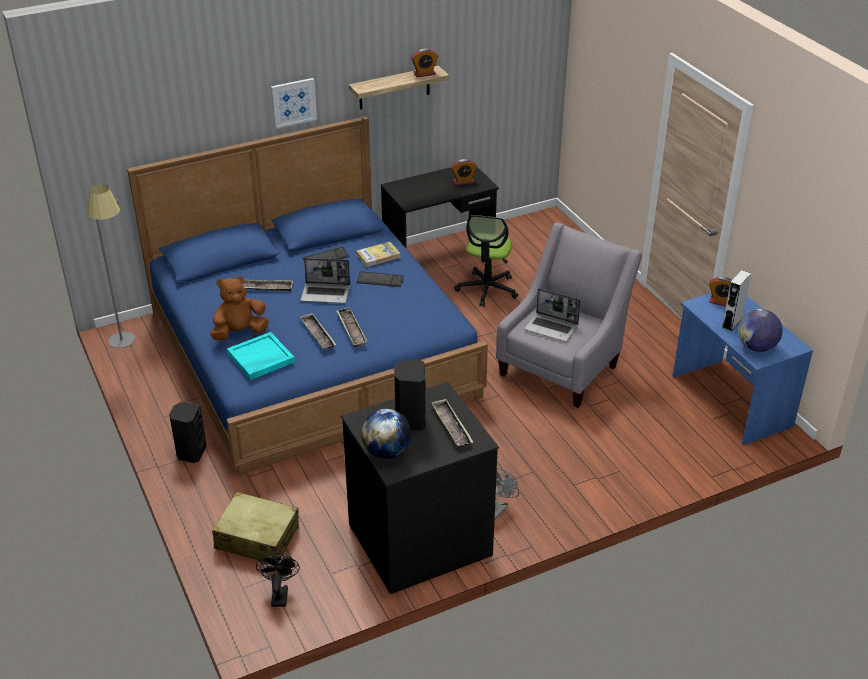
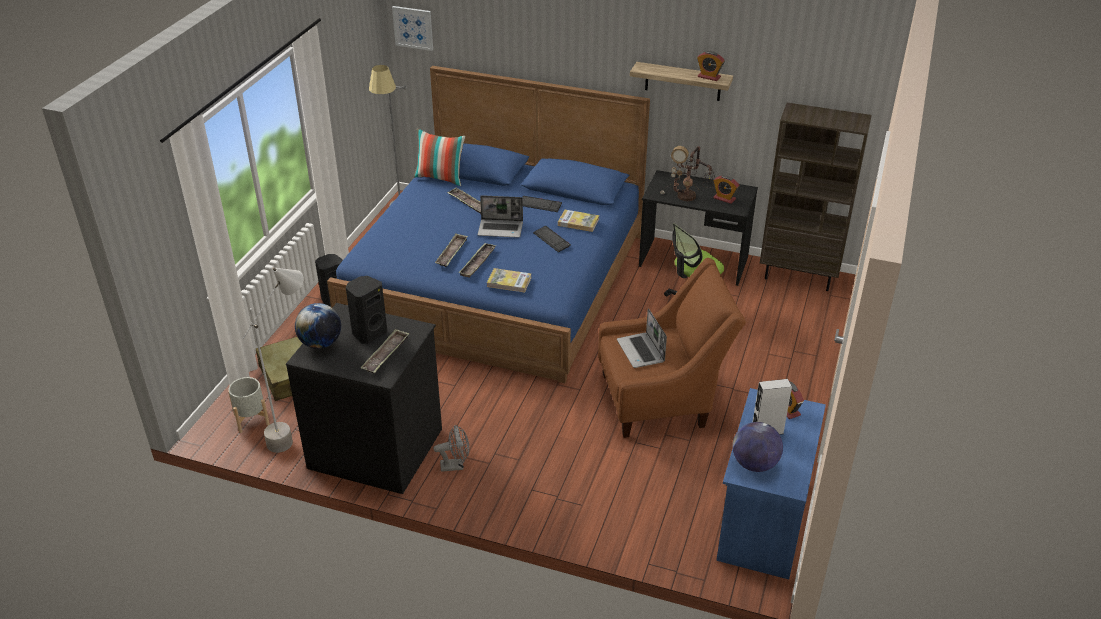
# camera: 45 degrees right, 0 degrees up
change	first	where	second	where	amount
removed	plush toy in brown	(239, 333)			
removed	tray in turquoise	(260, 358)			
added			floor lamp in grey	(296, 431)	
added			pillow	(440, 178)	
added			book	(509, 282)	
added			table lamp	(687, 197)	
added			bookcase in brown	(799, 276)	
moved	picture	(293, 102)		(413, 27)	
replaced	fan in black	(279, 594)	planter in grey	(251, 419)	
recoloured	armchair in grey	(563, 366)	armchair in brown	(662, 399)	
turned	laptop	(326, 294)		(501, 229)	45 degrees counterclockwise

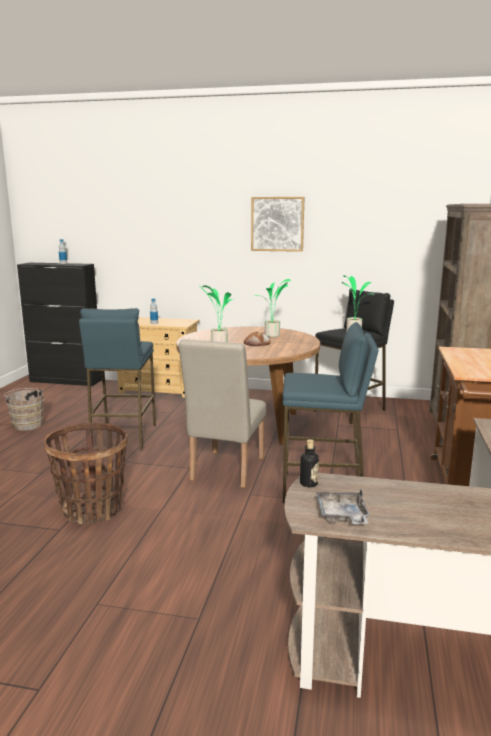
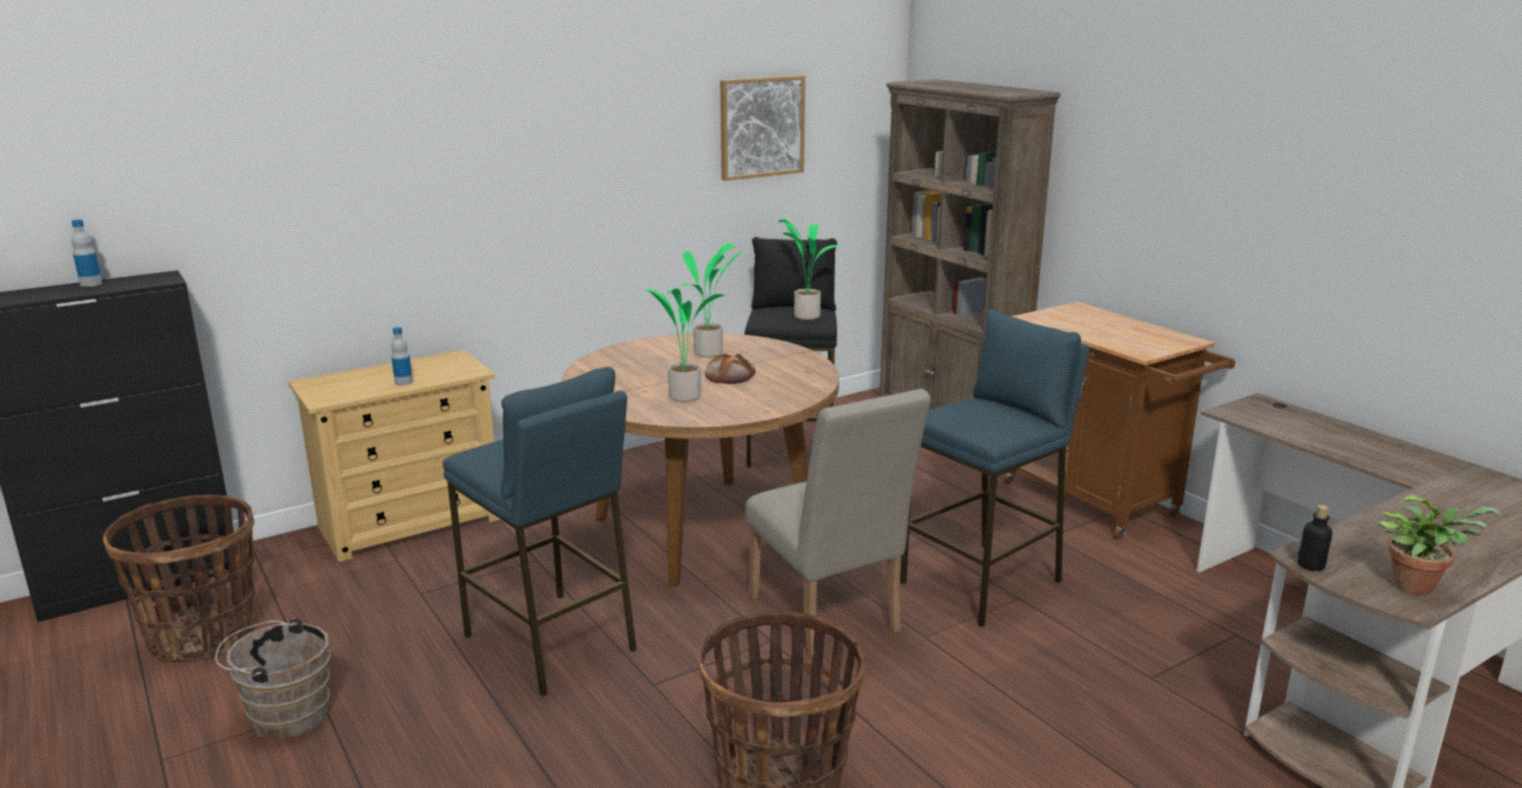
# camera: 45 degrees left, 5 degrees up
change	first	where	second	where	amount
added			basket	(203, 636)	
moved	picture	(277, 224)		(761, 127)	
replaced	tray in grey	(342, 516)	potted plant	(1417, 585)	

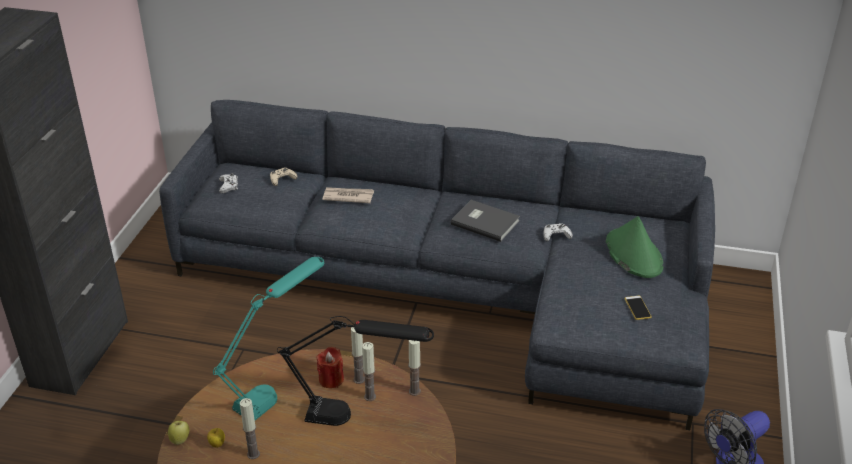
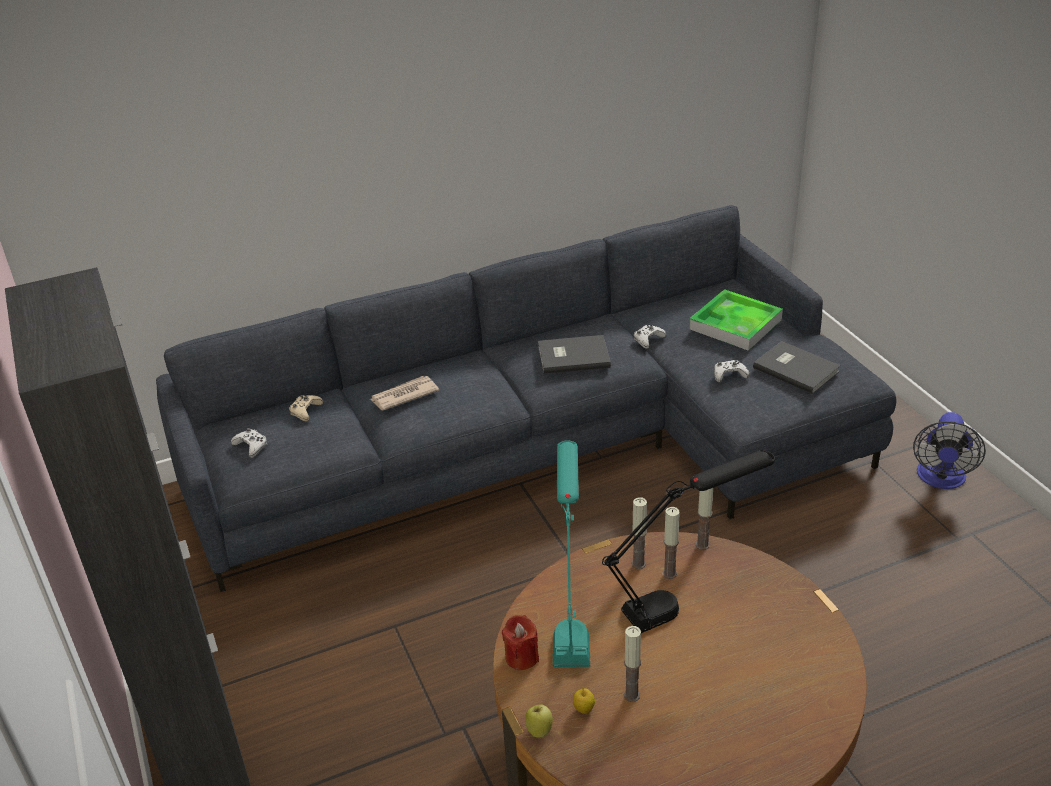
# camera: 35 degrees left, 0 degrees up
change	first	where	second	where	amount
added			game controller in white	(729, 375)	
moved	candle in red	(331, 379)		(521, 657)	
replaced	hat in green	(633, 254)	tray	(735, 324)	
replaced	phone	(637, 308)	book in grey	(796, 368)	

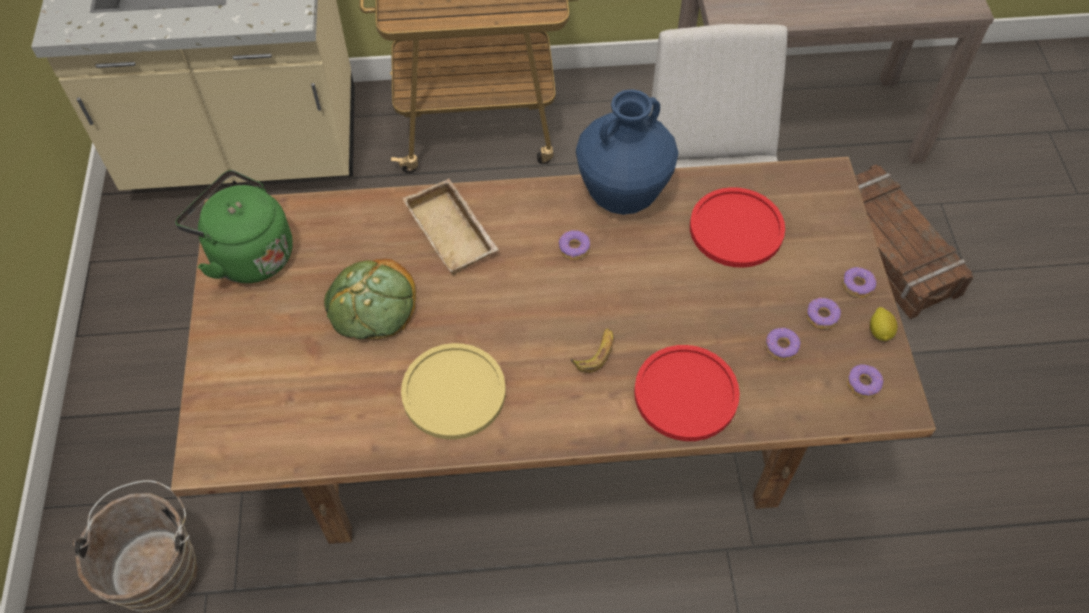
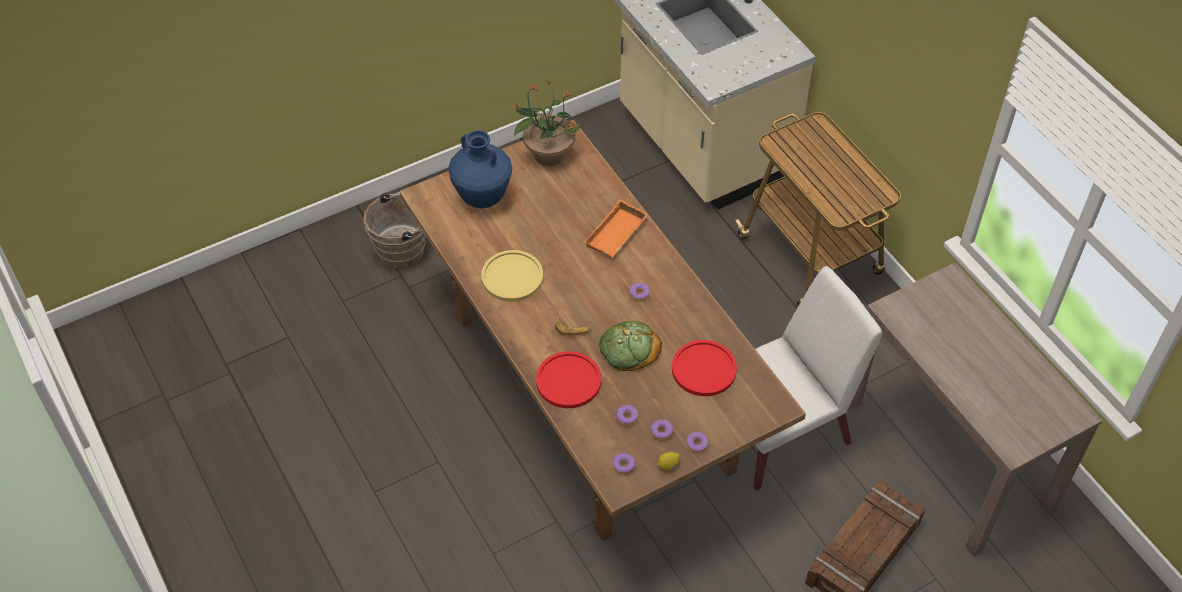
# camera: 65 degrees right, 5 degrees down
change	first	where	second	where	amount
moved	bread	(372, 304)		(629, 348)	
moved	vase in blue	(621, 196)		(482, 197)	
replaced	kettle in green	(248, 254)	potted plant	(548, 154)	
recoloured	tray in beige	(454, 232)	tray in orange	(617, 235)	

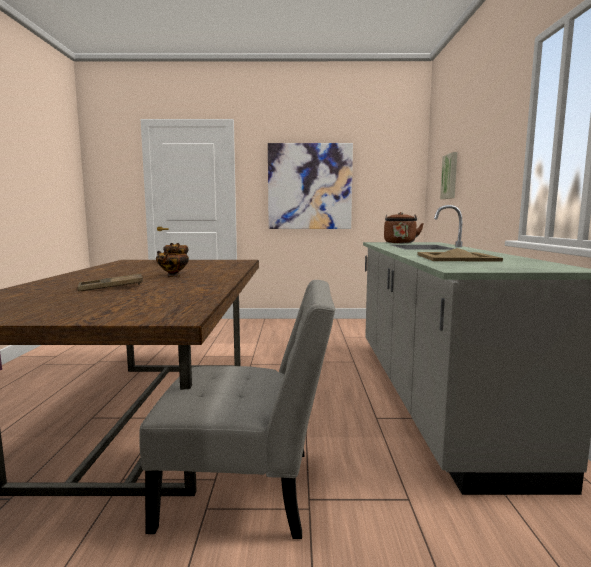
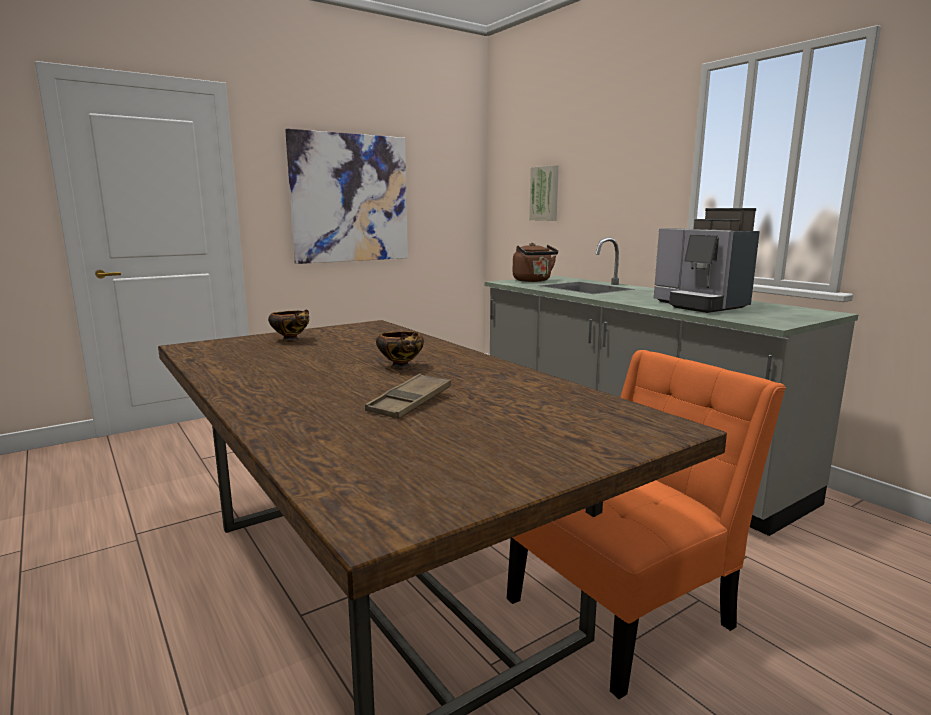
# camera: 35 degrees left, 5 degrees up
change	first	where	second	where	amount
replaced	tray in beige	(457, 258)	coffee machine	(700, 305)	
recoloured	chair in grey	(248, 489)	chair in orange	(627, 609)	

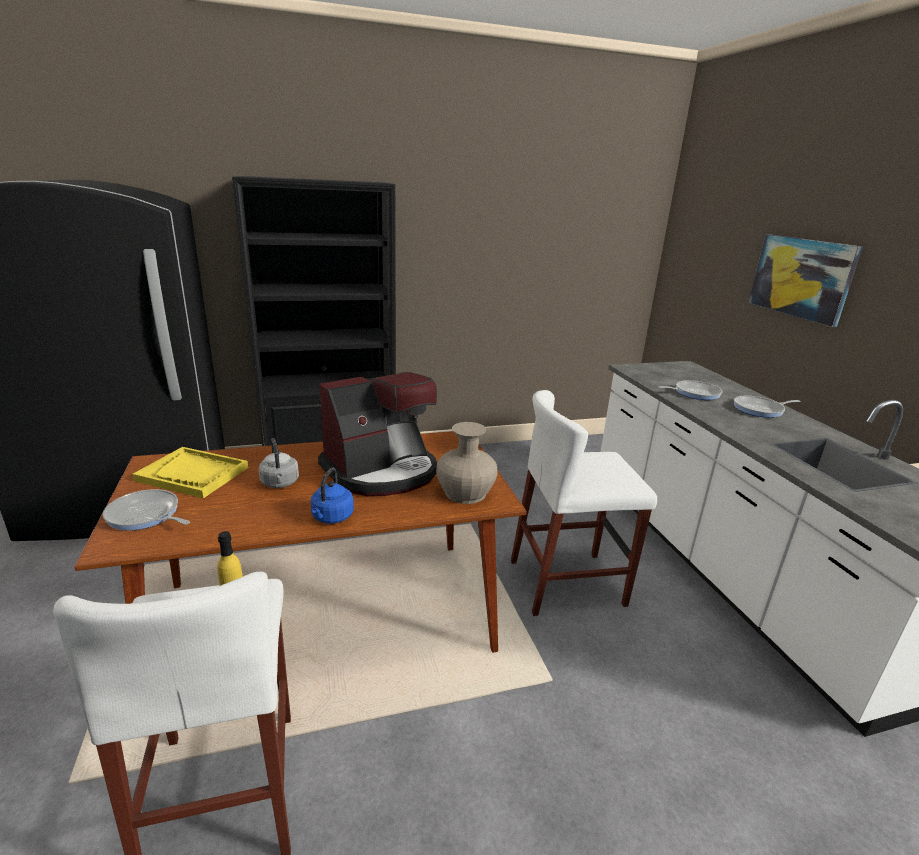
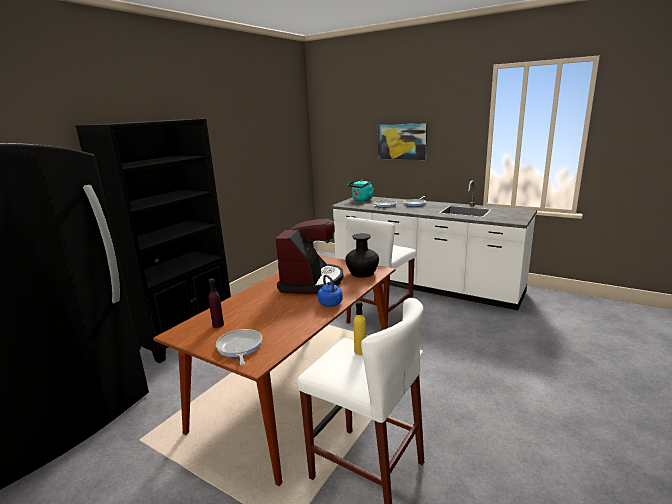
# camera: 40 degrees left, 5 degrees down
change	first	where	second	where	amount
removed	kettle in grey	(280, 483)			
added			kettle in turquoise	(361, 200)	
replaced	tray in yellow	(193, 474)	bottle in purple	(218, 325)	
recoloured	vase in beige	(465, 492)	vase in black	(362, 273)	
turned	frying pan	(145, 515)		(239, 347)	90 degrees clockwise

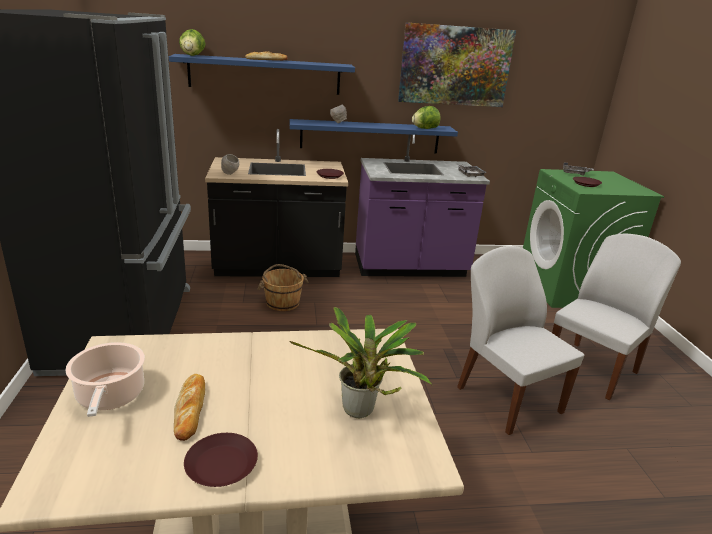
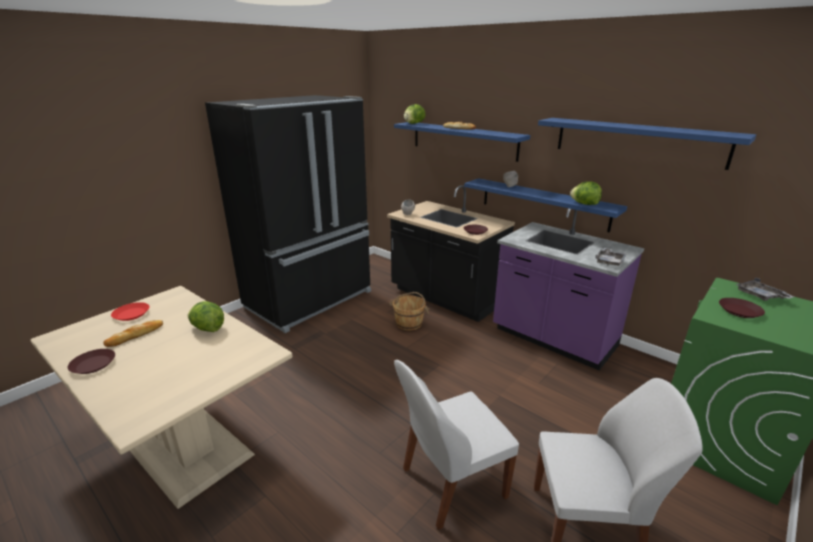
# camera: 50 degrees right, 0 degrees up
change	first	where	second	where	amount
removed	potted plant	(360, 413)			
added			lettuce	(208, 329)	
replaced	cooking pot	(110, 397)	plate in red	(131, 314)	
replaced	picture	(455, 66)	shelf in blue	(637, 141)	
turned	chair in white	(507, 398)		(450, 484)	135 degrees counterclockwise

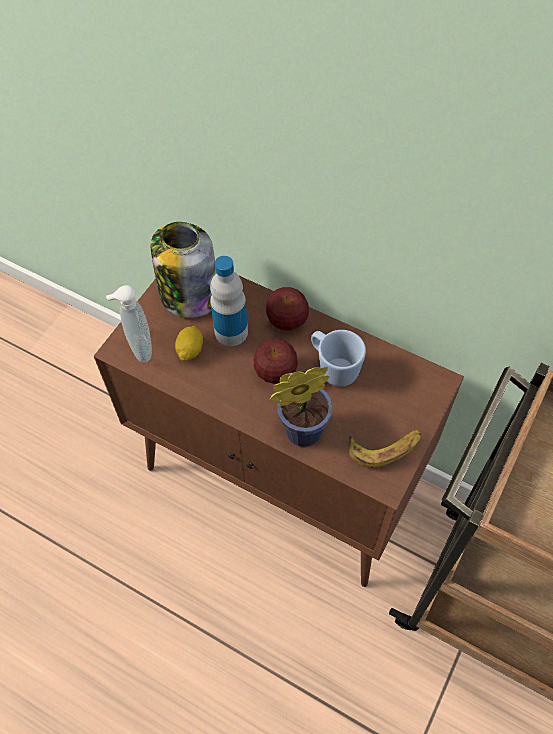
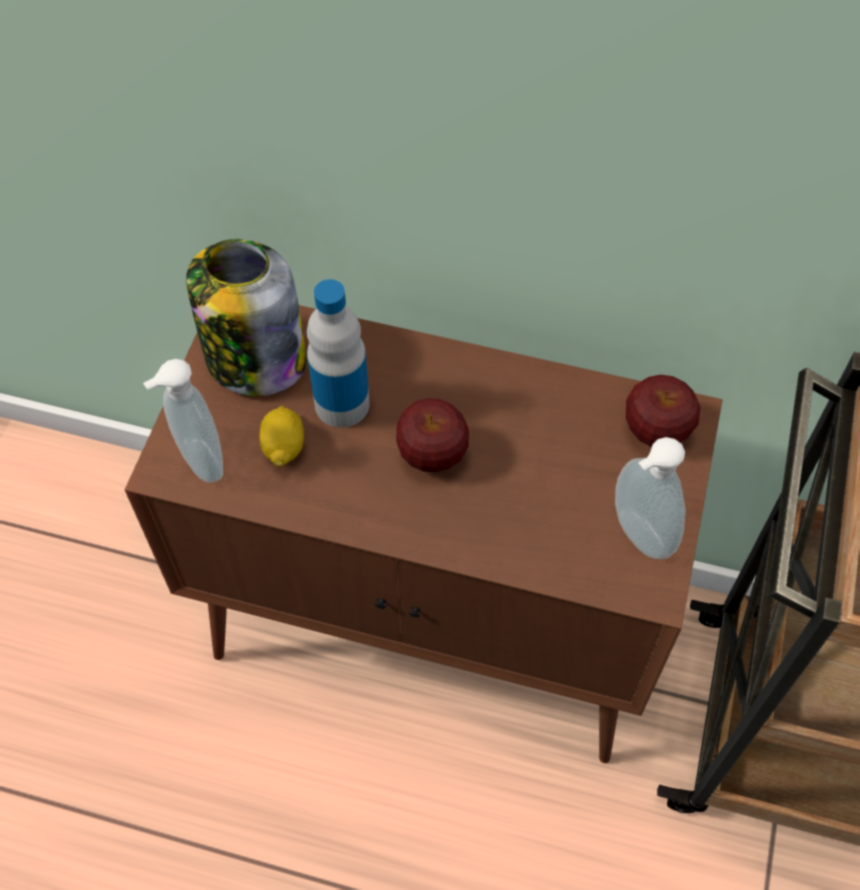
# camera: 15 degrees left, 0 degrees up
change	first	where	second	where	amount
removed	potted plant	(298, 432)			
removed	mug in blue	(333, 367)			
moved	apple	(287, 321)		(656, 430)	
replaced	banana	(385, 448)	soap dispenser	(637, 536)	

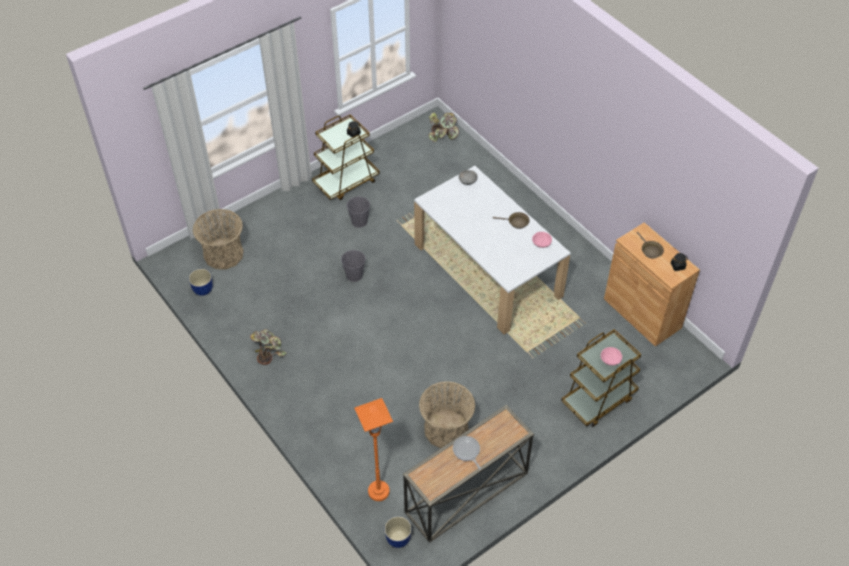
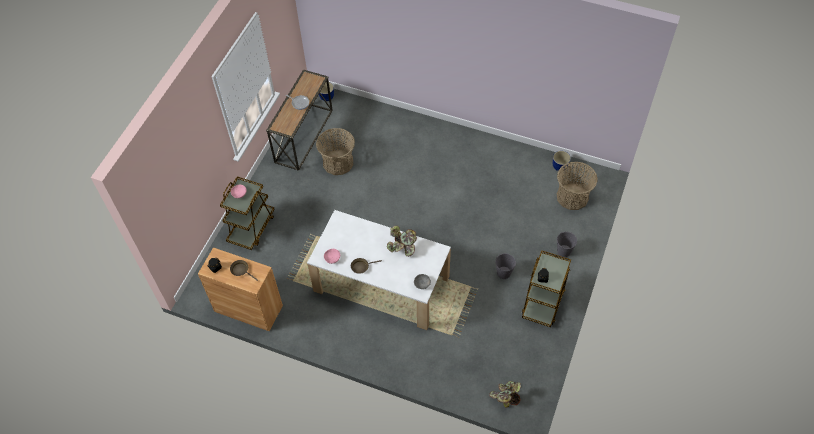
# camera: 150 degrees right, 5 degrees up
change	first	where	second	where	amount
removed	floor lamp in orange	(378, 491)			
moved	potted plant	(268, 351)		(403, 247)	
moved	bucket in grey	(354, 275)		(564, 251)	

